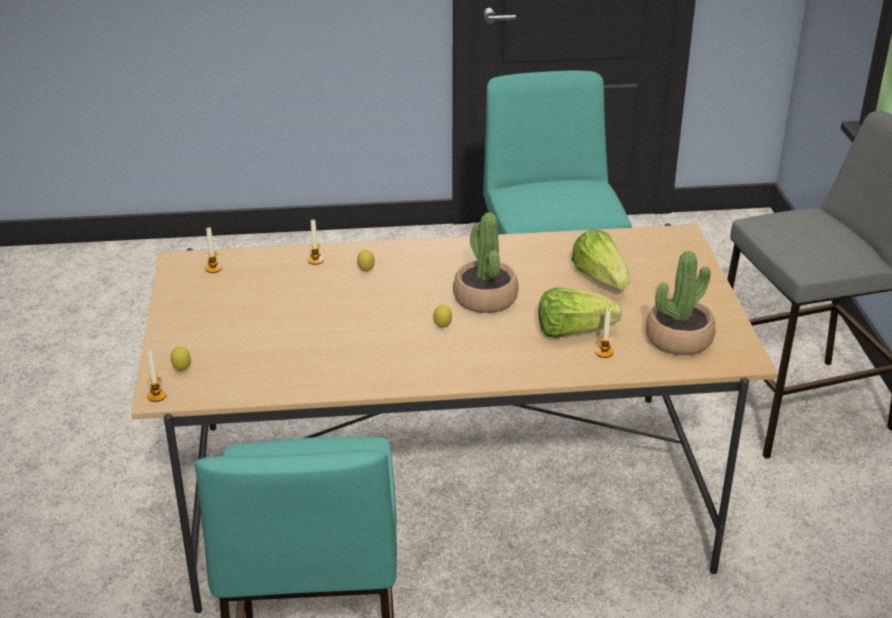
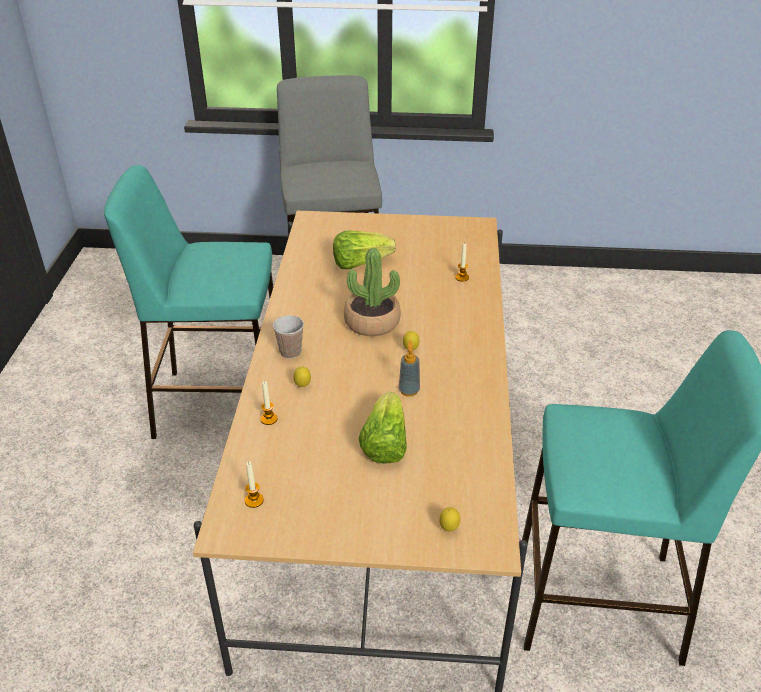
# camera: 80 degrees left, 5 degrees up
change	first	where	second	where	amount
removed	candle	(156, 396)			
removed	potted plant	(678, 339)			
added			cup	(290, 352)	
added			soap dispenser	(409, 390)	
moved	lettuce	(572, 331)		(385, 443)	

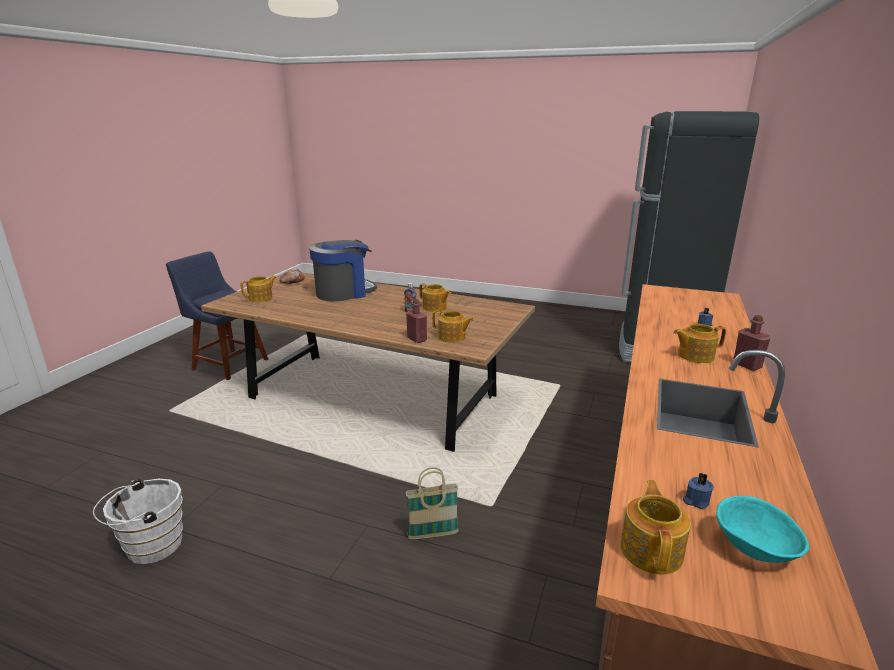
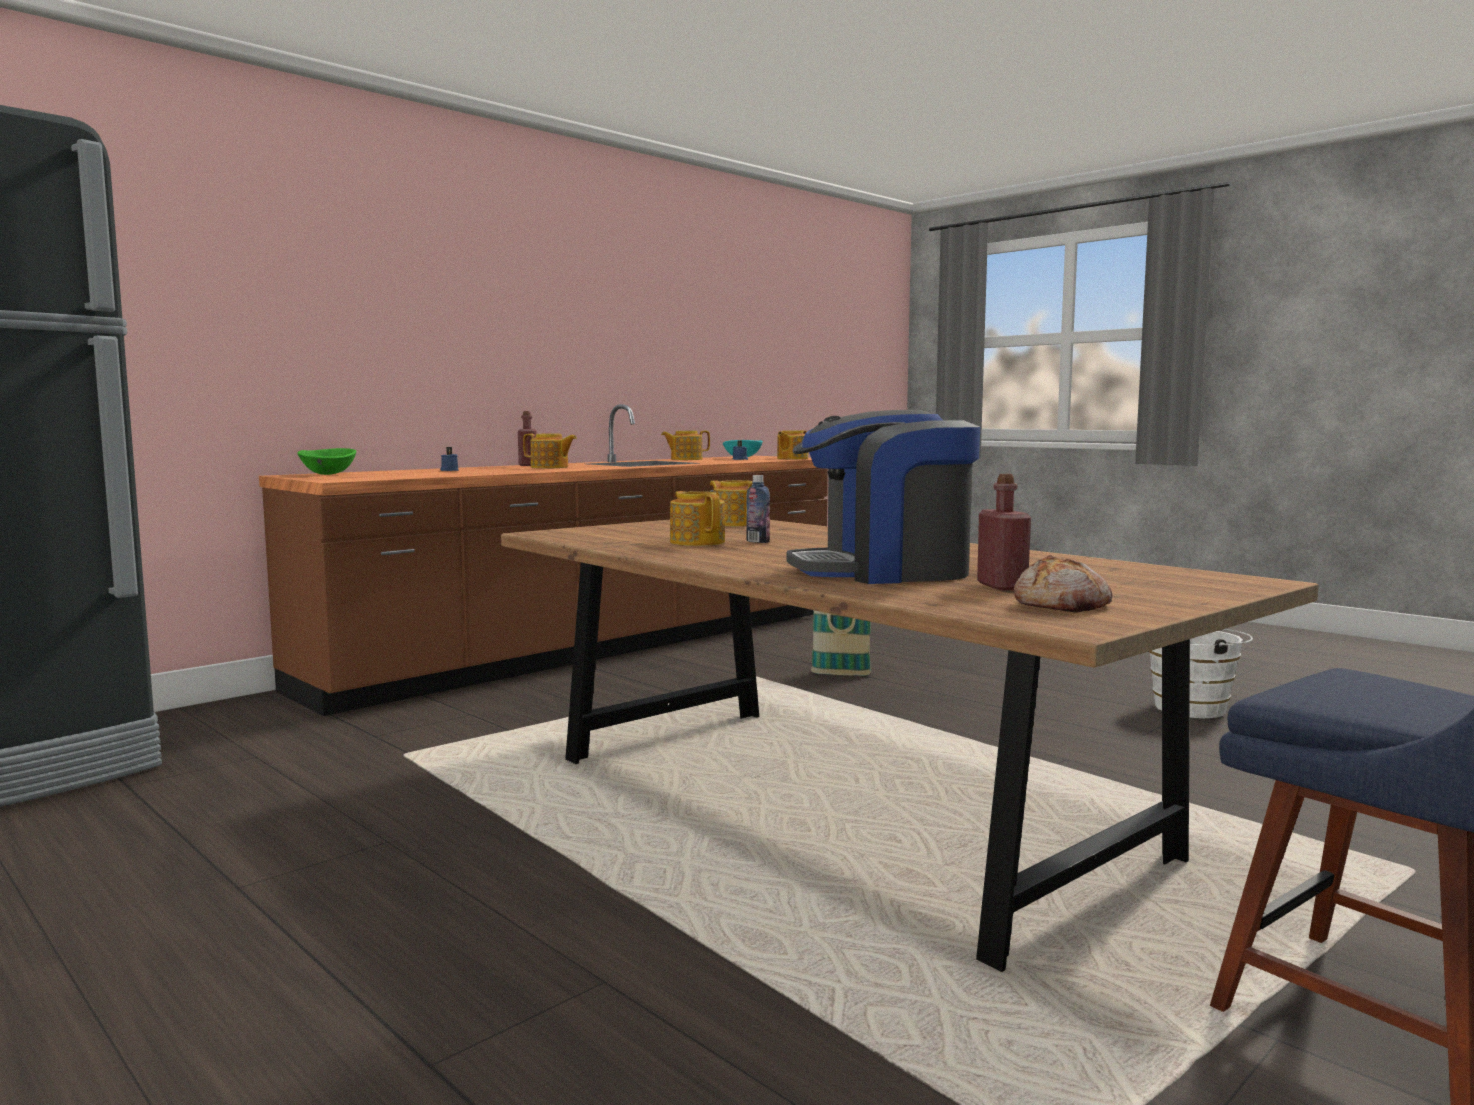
# camera: 155 degrees left, 15 degrees down
change	first	where	second	where	amount
added			bowl in green	(328, 474)	
moved	teapot	(261, 298)		(685, 459)	
moved	bottle in red	(417, 339)		(1002, 586)	

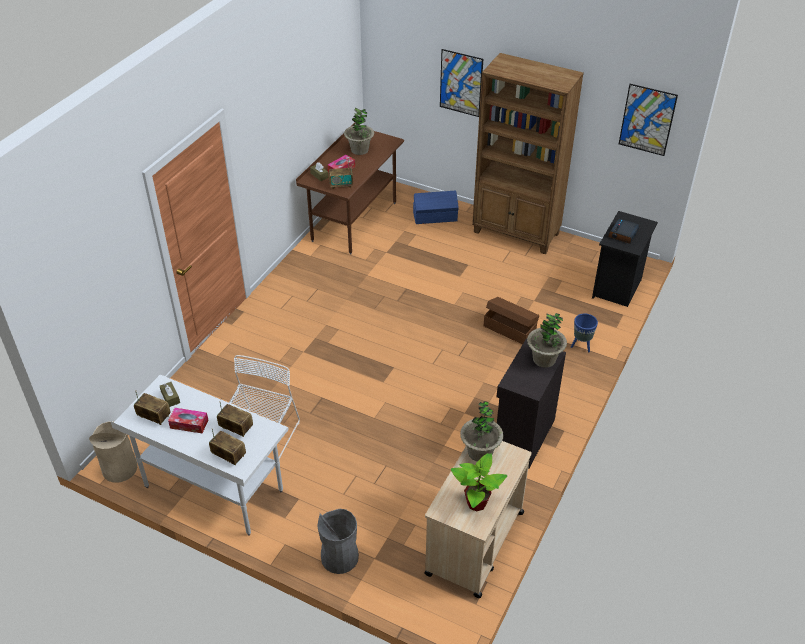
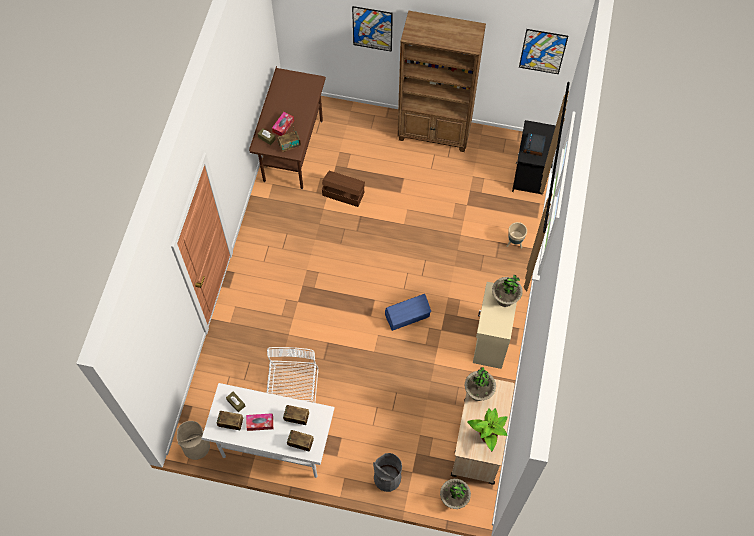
# camera: 15 degrees left, 20 degrees up
change	first	where	second	where	amount
moved	potted plant	(359, 150)		(454, 498)	
moved	storage box in blue	(435, 217)		(407, 316)	
moved	storage box in brown	(509, 329)		(343, 193)	
recoloured	cabinet in black	(523, 437)	cabinet in beige	(490, 341)	
recoloured	planter in blue	(581, 346)	planter in beige	(514, 243)	

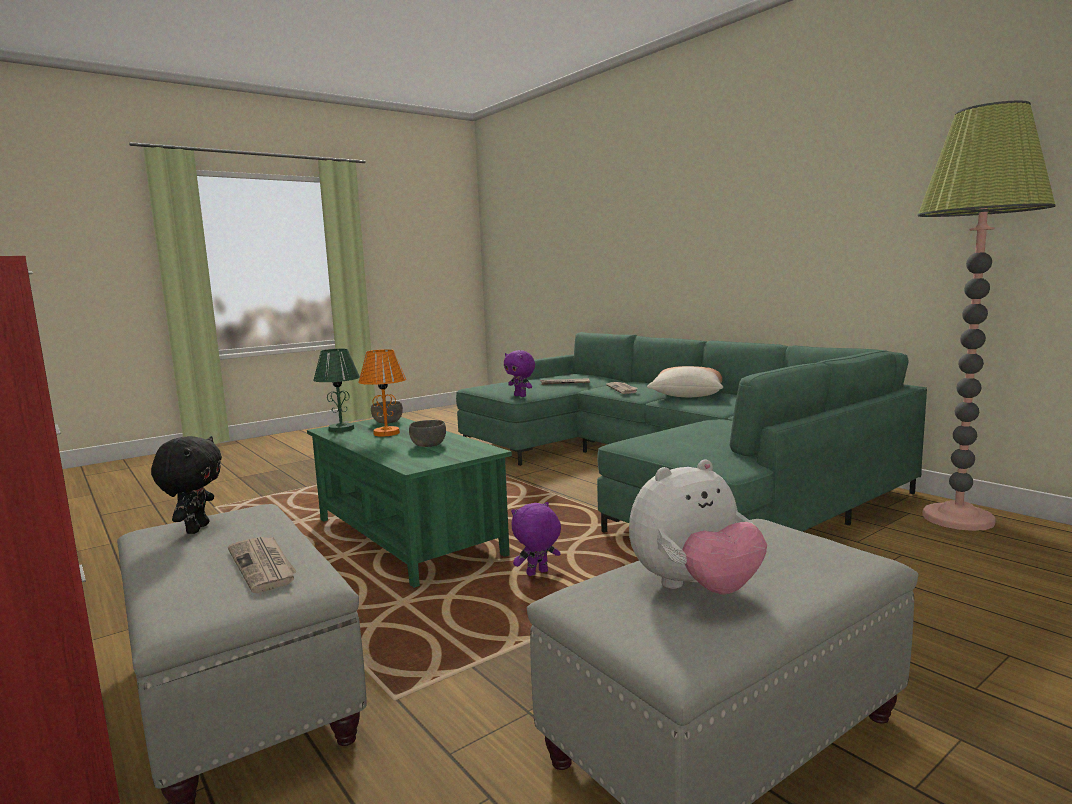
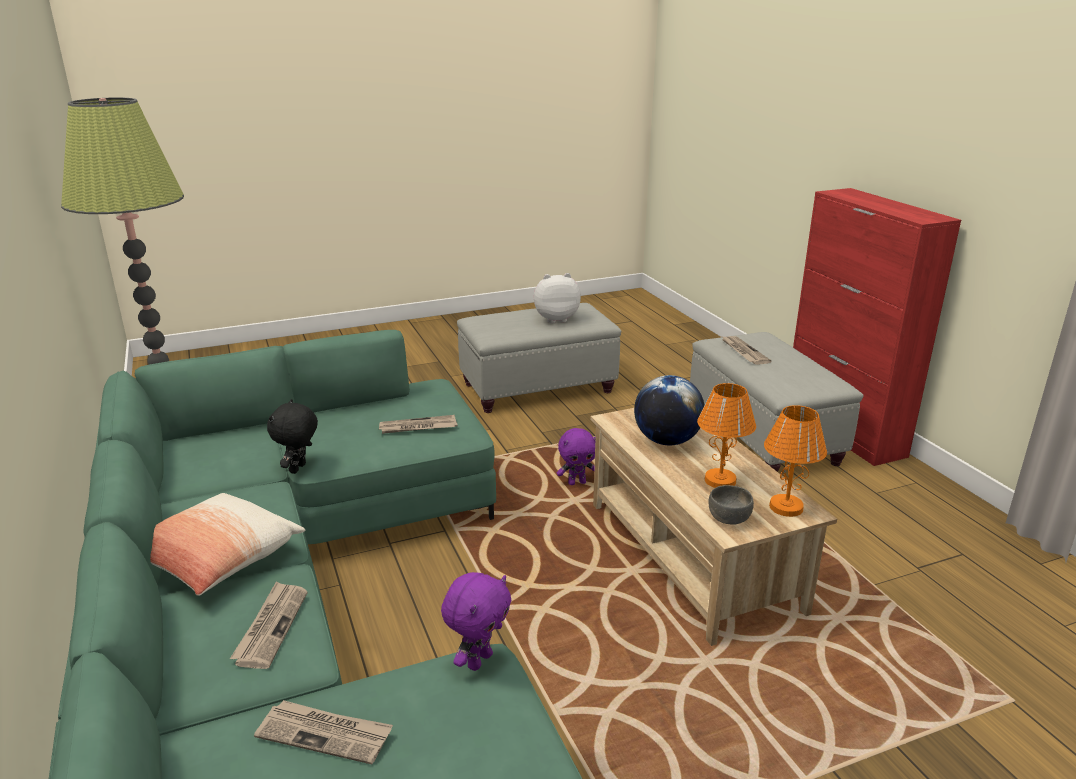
# camera: 165 degrees left, 15 degrees up
change	first	where	second	where	amount
added			newspaper	(417, 427)	
moved	plush toy in black	(196, 529)		(299, 469)	
replaced	bowl in grey	(429, 445)	globe	(667, 441)	
recoloured	coffee table in green	(408, 537)	coffee table in beige	(690, 555)	
recoloured	table lamp in green	(341, 429)	table lamp in orange	(786, 507)	
turned	plush toy in purple	(521, 396)		(478, 660)	60 degrees clockwise

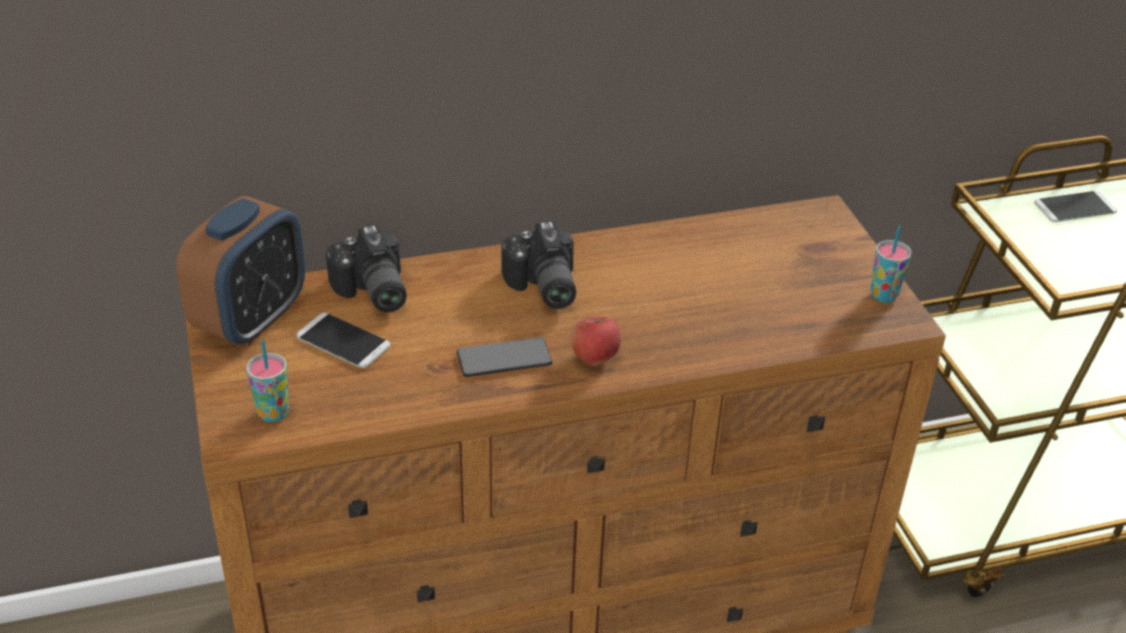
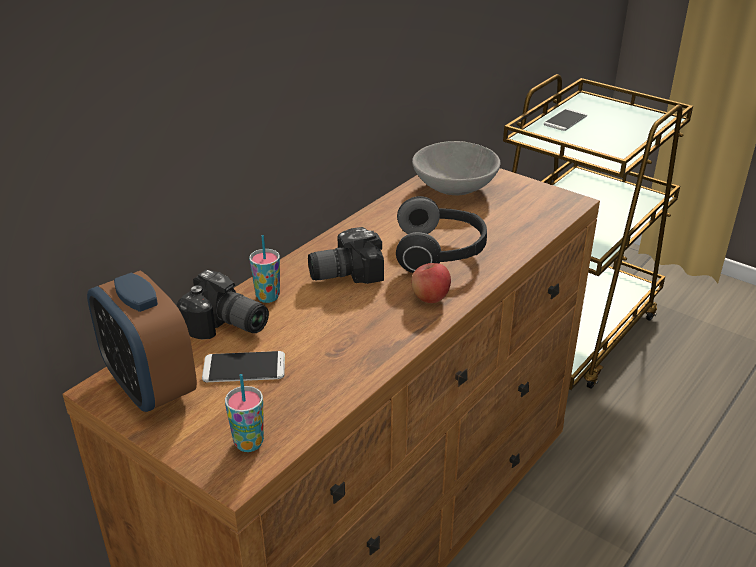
# camera: 35 degrees left, 5 degrees down
change	first	where	second	where	amount
removed	phone	(504, 359)			
added			headphones	(440, 253)	
added			bowl in grey	(455, 187)	
moved	cup	(883, 295)		(268, 297)	
turned	alarm clock	(251, 319)		(150, 387)	150 degrees clockwise
turned	photo camera	(541, 287)		(343, 272)	120 degrees clockwise

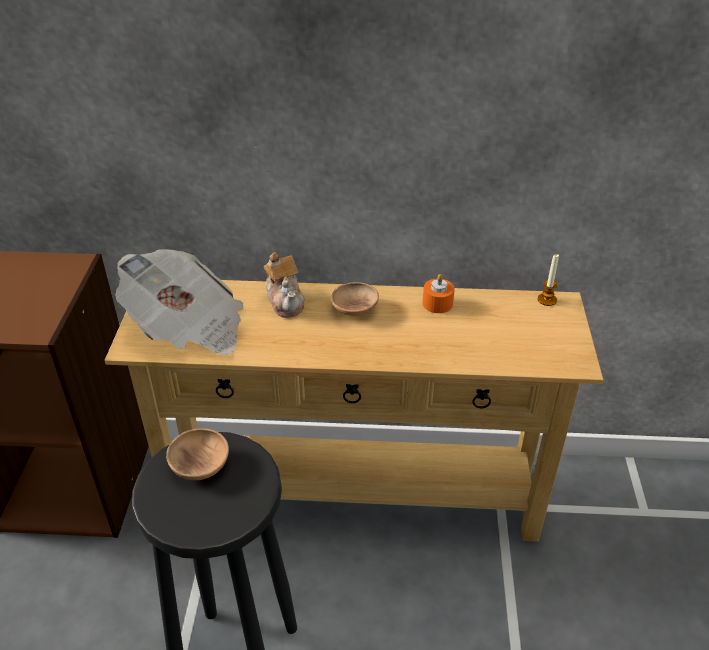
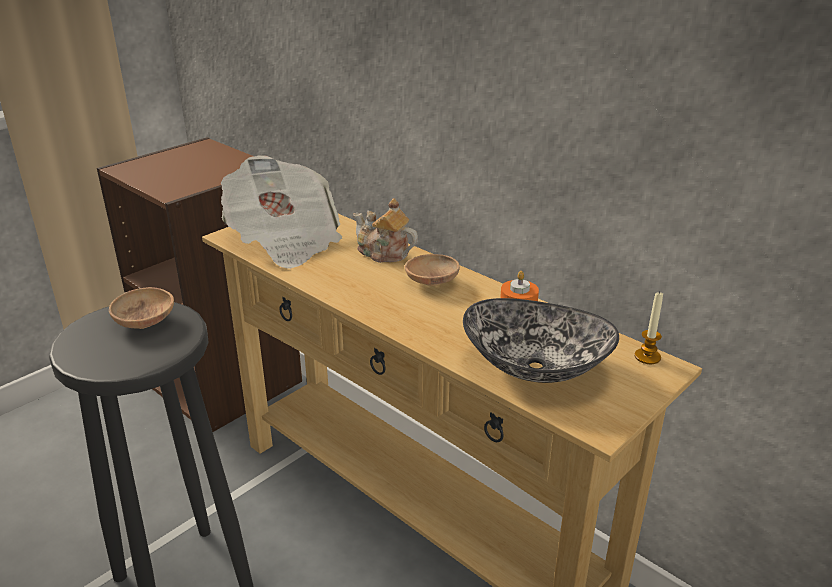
# camera: 40 degrees right, 10 degrees down
change	first	where	second	where	amount
added			bowl	(535, 367)	
turned	teapot	(285, 301)		(383, 253)	105 degrees clockwise

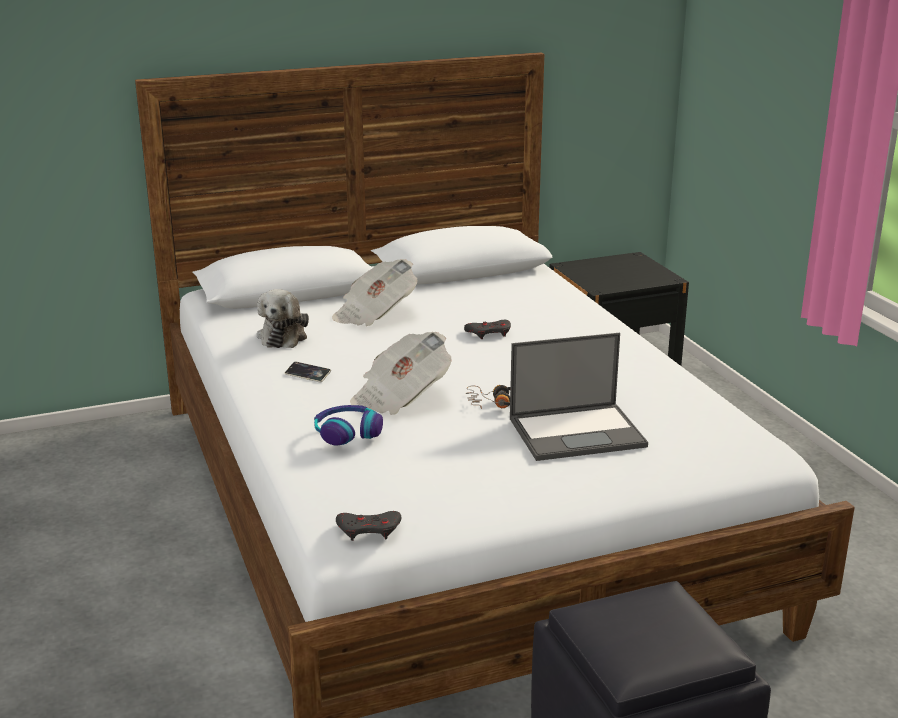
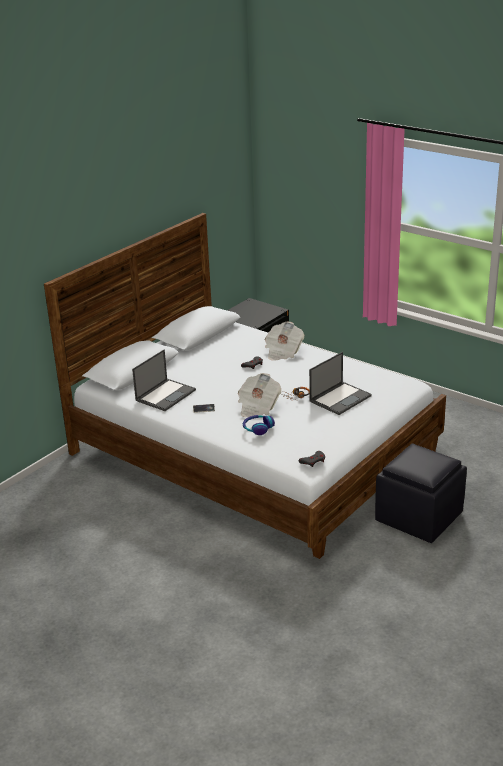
# camera: 30 degrees left, 5 degrees up
change	first	where	second	where	amount
moved	newspaper	(374, 314)		(283, 352)	
replaced	plush toy	(283, 336)	laptop	(166, 395)	

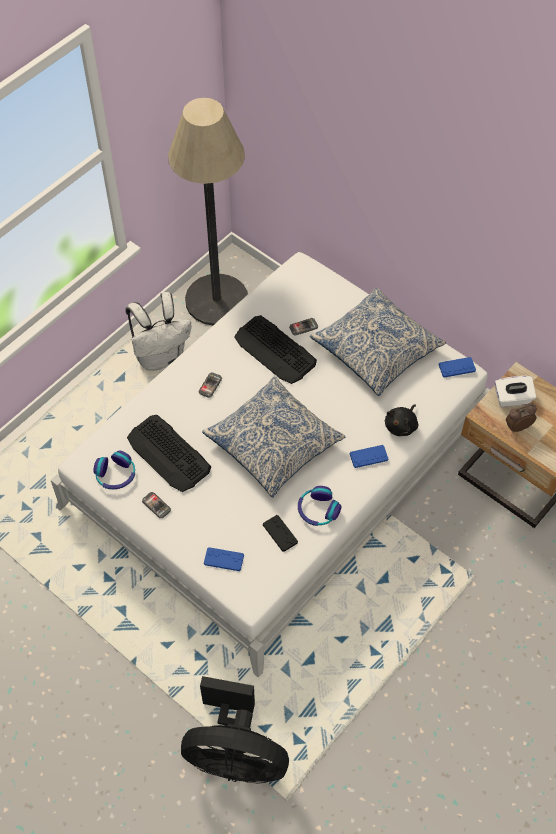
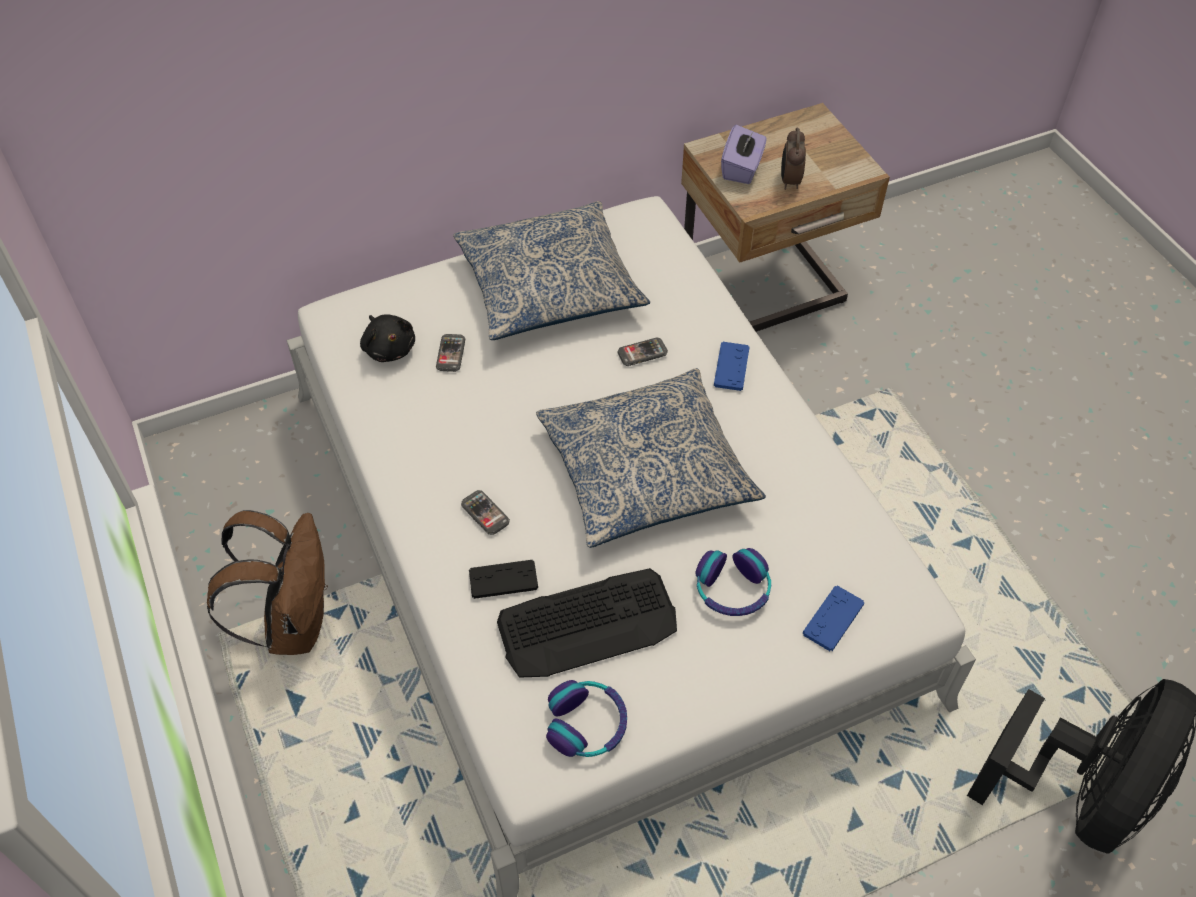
# camera: 65 degrees left, 5 degrees down
change	first	where	second	where	amount
removed	floor lamp	(217, 300)			
removed	keyboard	(275, 350)			
removed	game controller in blue	(457, 367)			
moved	phone	(156, 505)		(642, 353)	
moved	game controller in black	(280, 533)		(503, 580)	
moved	headphones	(318, 510)		(732, 589)	
moved	plush toy in black	(401, 425)		(389, 348)	
recoloured	backpack in white	(161, 357)	backpack in brown	(294, 622)	
recoloured	tissue box in white	(512, 398)	tissue box in purple	(742, 168)	

